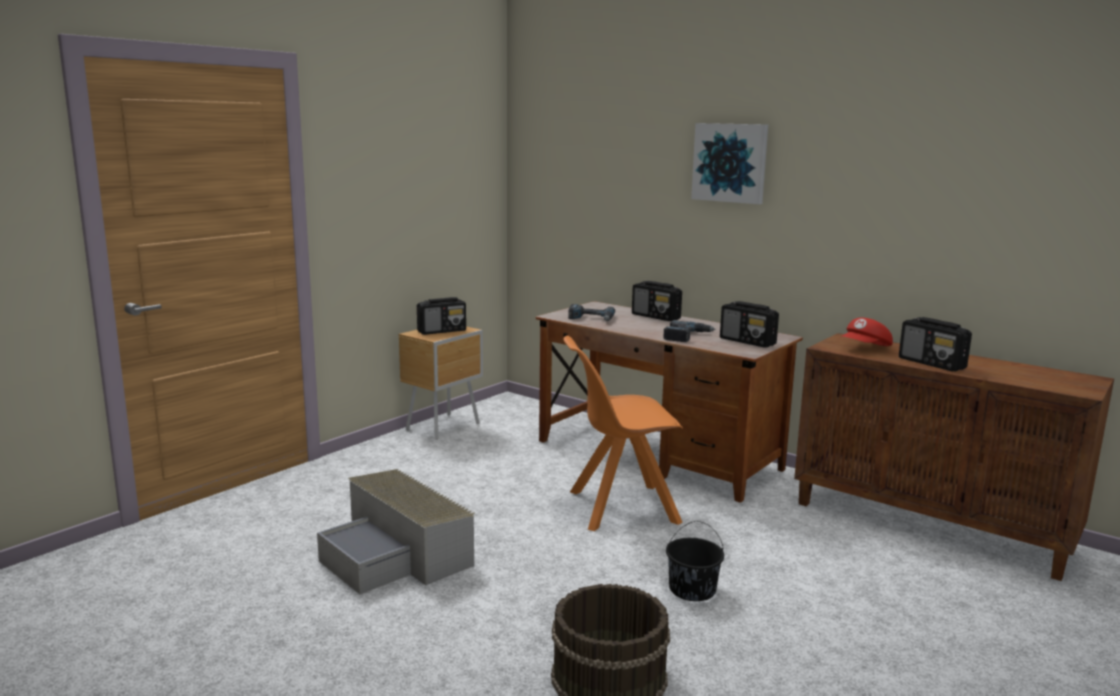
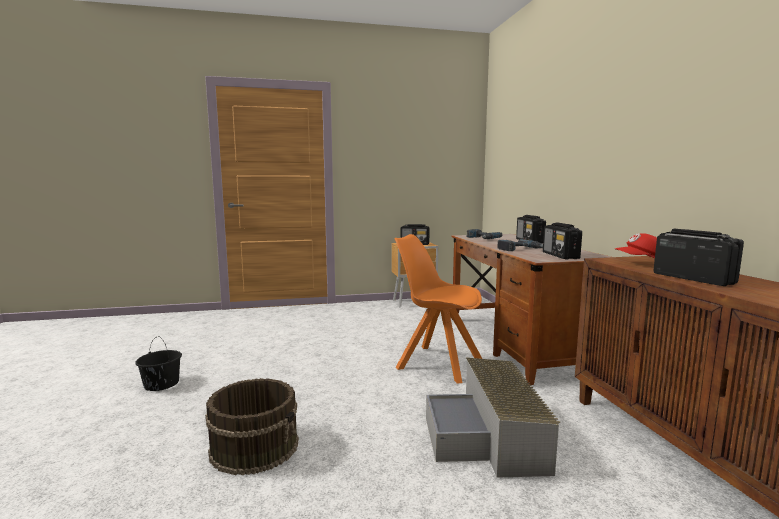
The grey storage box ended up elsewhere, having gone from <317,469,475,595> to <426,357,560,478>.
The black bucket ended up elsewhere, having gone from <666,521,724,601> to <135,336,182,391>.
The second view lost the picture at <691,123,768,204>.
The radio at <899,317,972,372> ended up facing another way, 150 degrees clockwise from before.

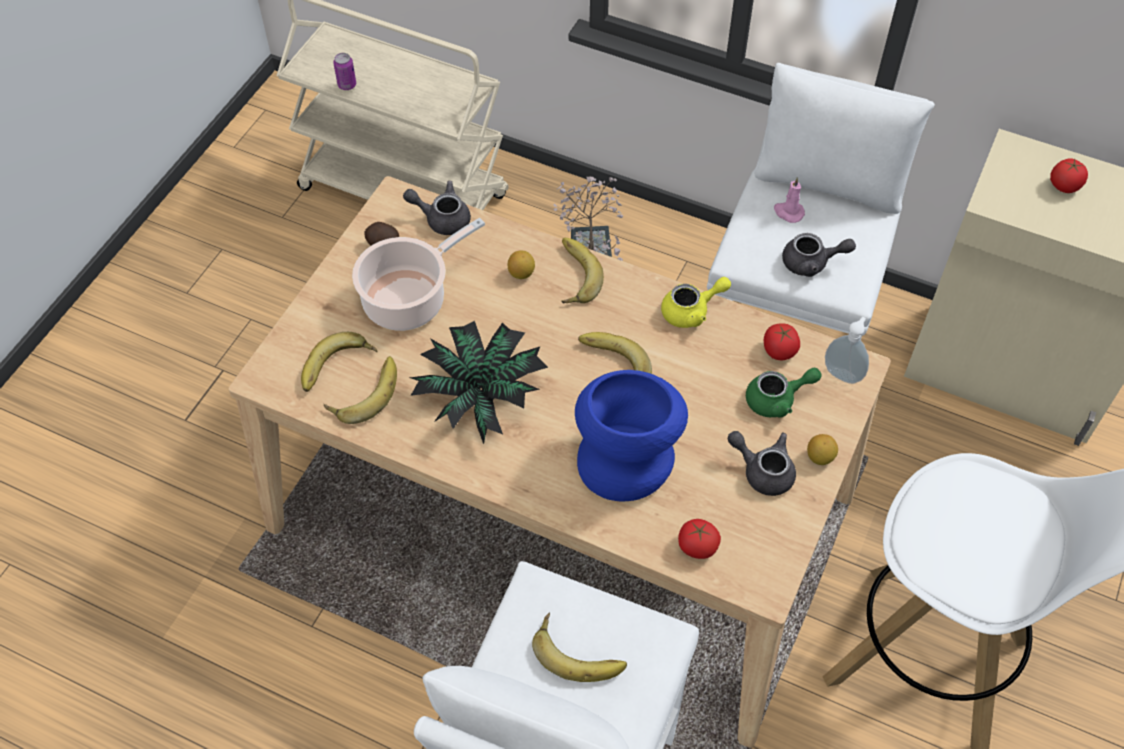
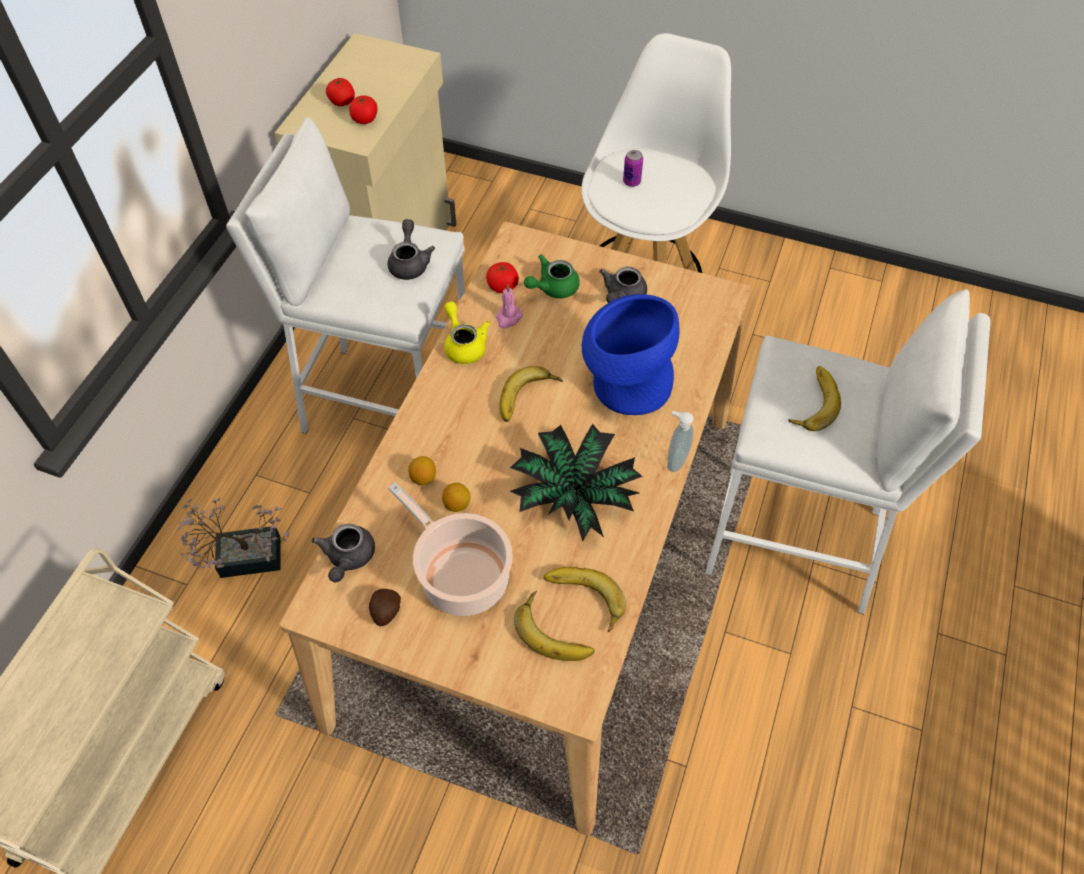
The can ended up elsewhere, having gone from <333,53,356,90> to <623,150,643,187>.
The second view lost the banana at <562,238,604,303>.
The tomato ended up elsewhere, having gone from <678,519,721,559> to <349,95,378,124>.
The green teapot at <746,368,822,418> ended up facing another way, 105 degrees counterclockwise from before.
The pink candle ended up elsewhere, having gone from <774,177,805,223> to <496,284,523,329>.
The lemon ended up elsewhere, having gone from <807,434,838,465> to <442,483,470,512>.
The soap dispenser ended up elsewhere, having gone from <825,317,869,384> to <667,410,694,472>.

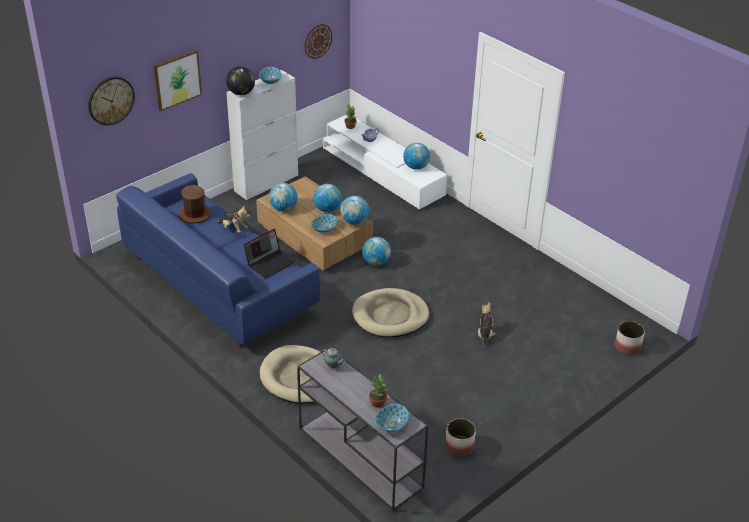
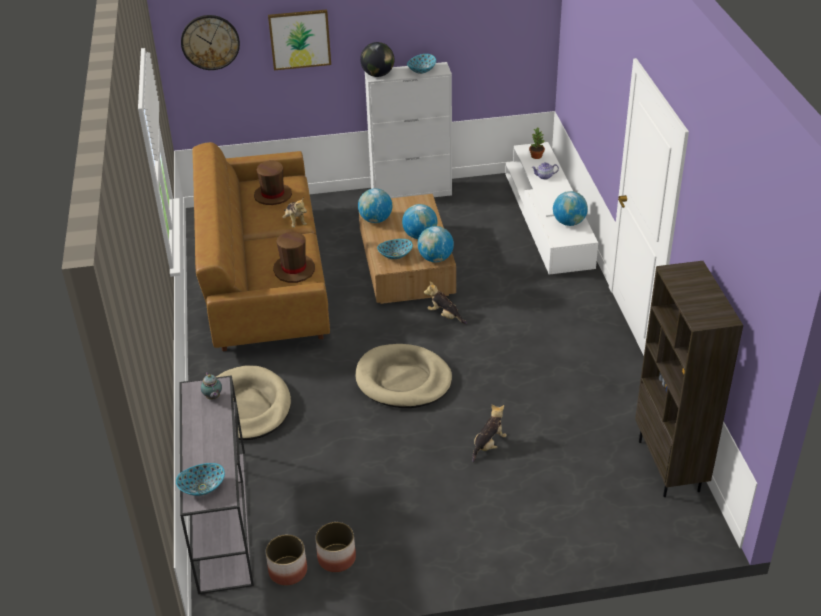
What was the blue sofa at <116,173,320,347> turned into the brown sofa at <193,142,330,351>.
Where the laptop stood at <244,229,295,279>, the brown hat came to stand at <273,232,315,283>.
The second view lost the wall clock at <305,24,332,59>.
Where the globe stood at <362,237,391,266>, the plush toy came to stand at <424,281,467,324>.
The second view lost the potted plant at <369,374,388,408>.
The planter ended up elsewhere, having gone from <615,321,645,355> to <266,534,307,585>.
The second view gained the brown bookcase at <635,261,743,497>.

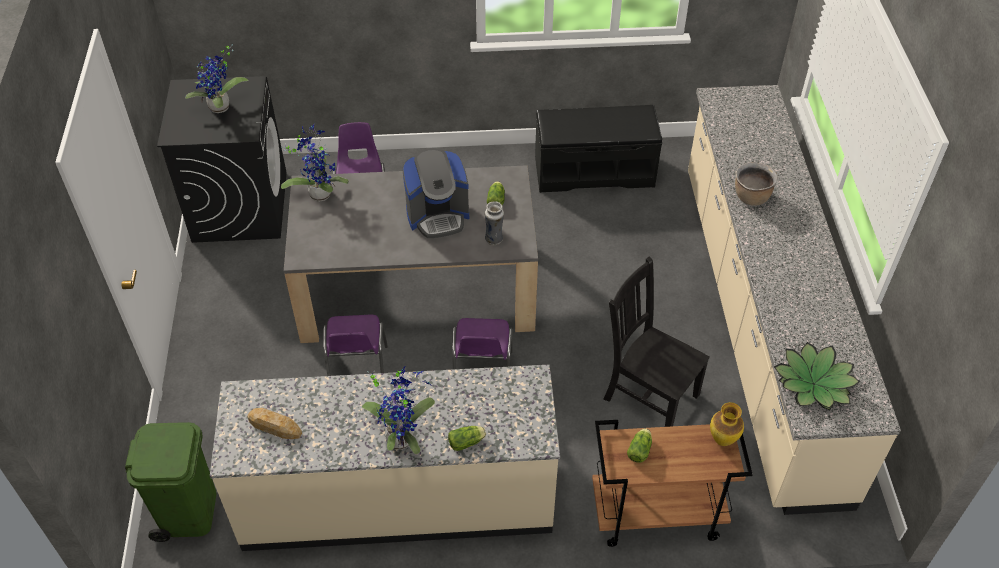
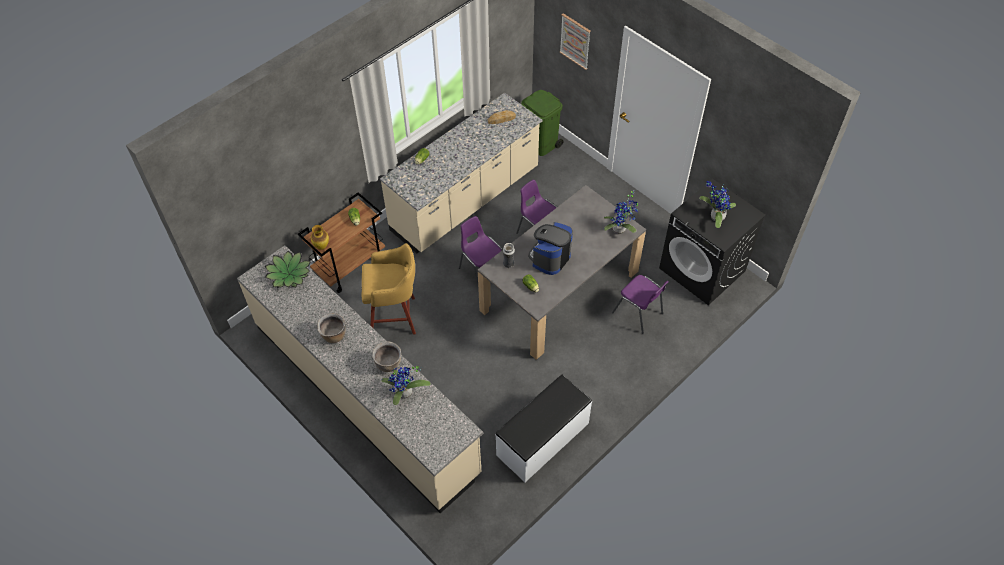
The potted plant ended up elsewhere, having gone from <362,367,435,454> to <381,366,431,405>.
What was the black bench at <535,105,662,193> turned into the white bench at <495,375,592,482>.
Where the black chair stood at <603,256,710,427>, the yellow stool came to stand at <362,243,416,334>.
The second view gained the brown cooking pot at <317,313,346,343>.
The second view gained the picture at <560,13,591,70>.

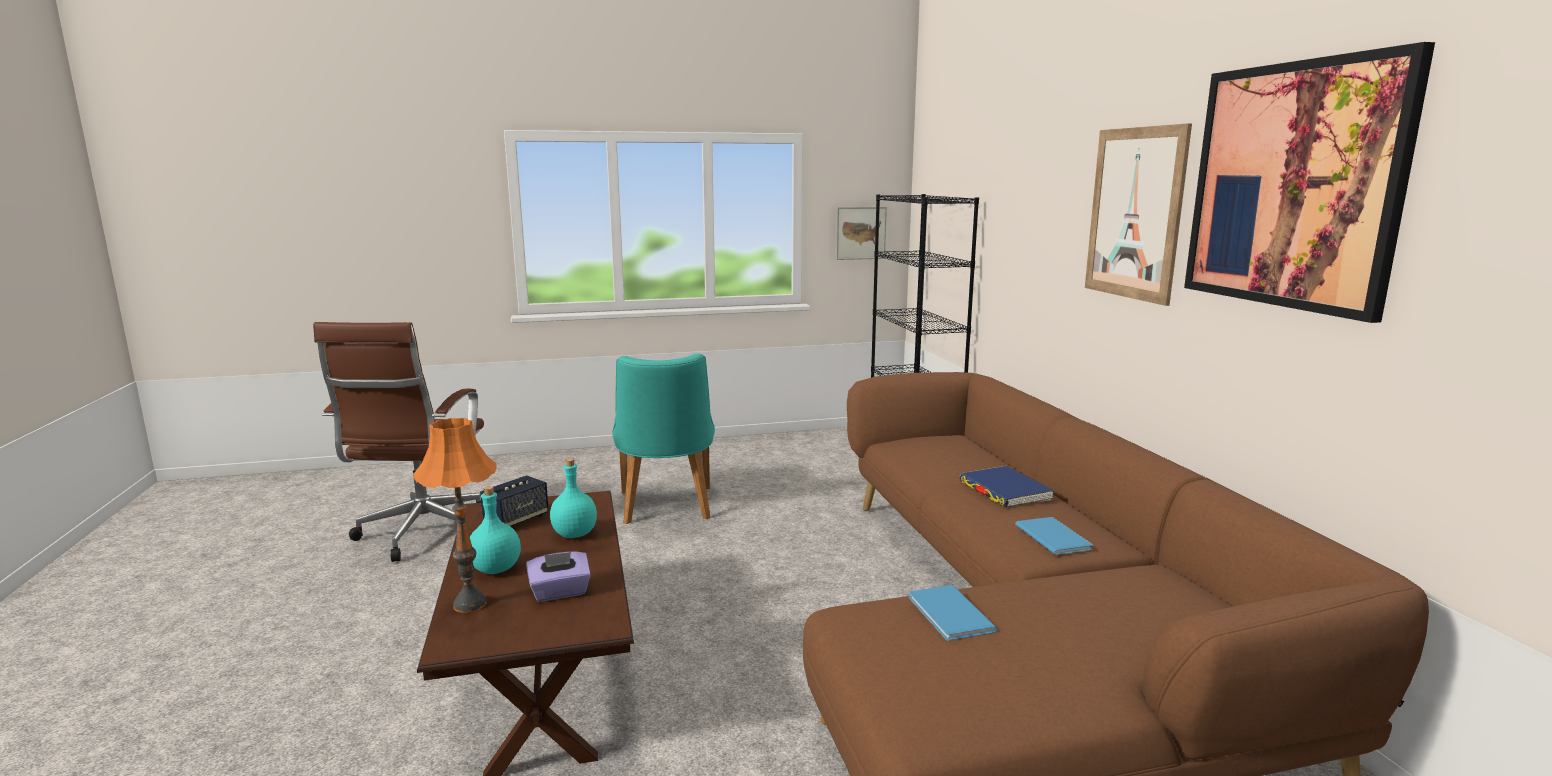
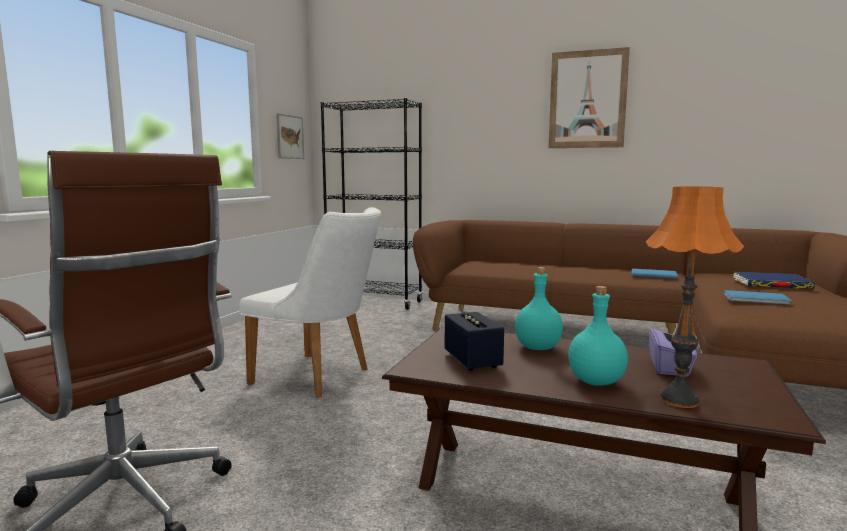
What was the turquoise chair at <612,353,715,524> turned into the white chair at <239,207,381,398>.
The blue book ended up elsewhere, having gone from <960,466,1054,507> to <733,272,815,289>.
The second view lost the picture at <1184,42,1435,323>.

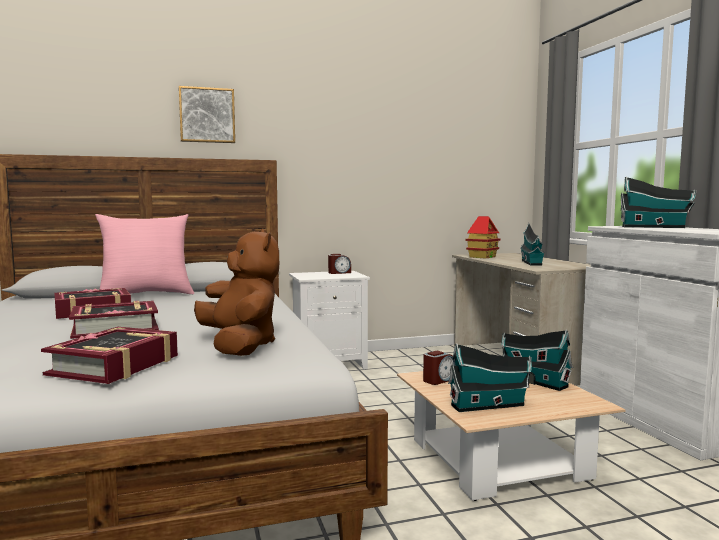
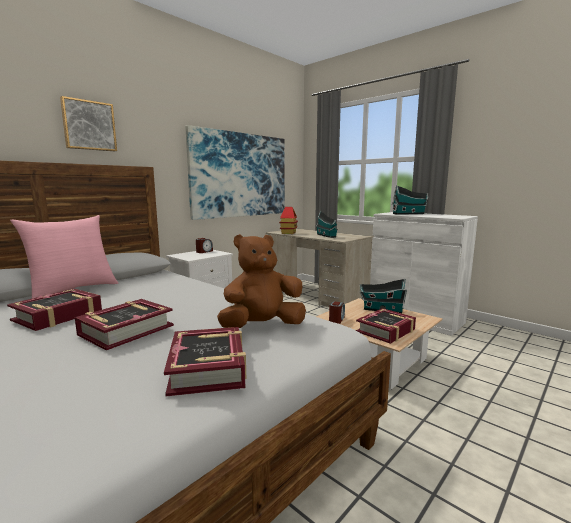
The brown plush toy at <194,229,279,356> ended up facing another way, 60 degrees counterclockwise from before.
Where the toy house stood at <448,343,532,412>, the book came to stand at <356,308,416,344>.
The second view gained the picture at <185,125,285,220>.

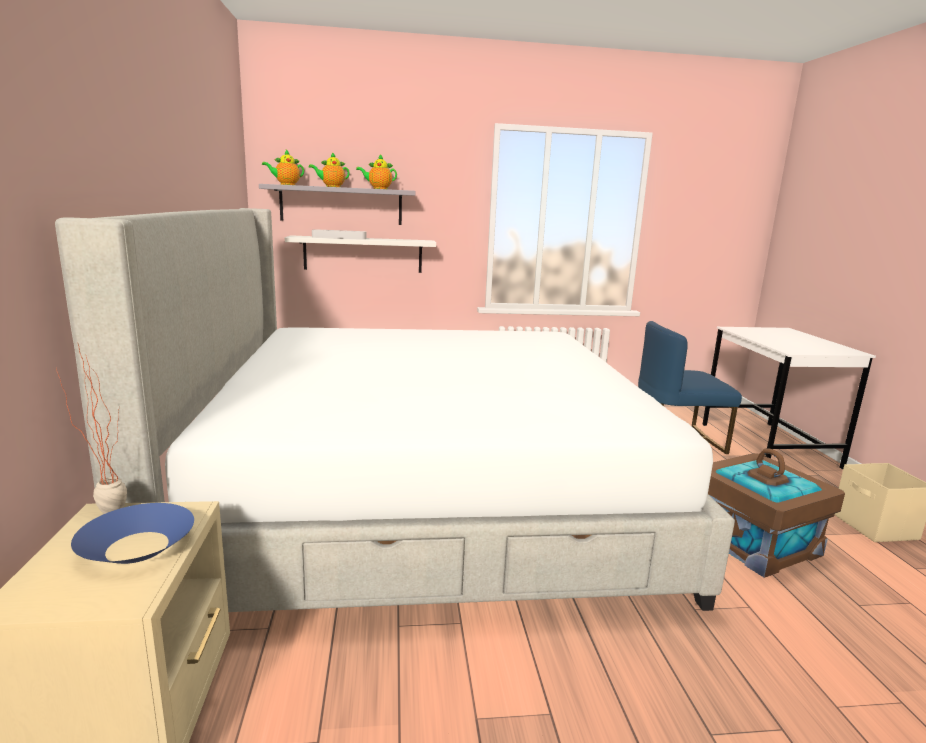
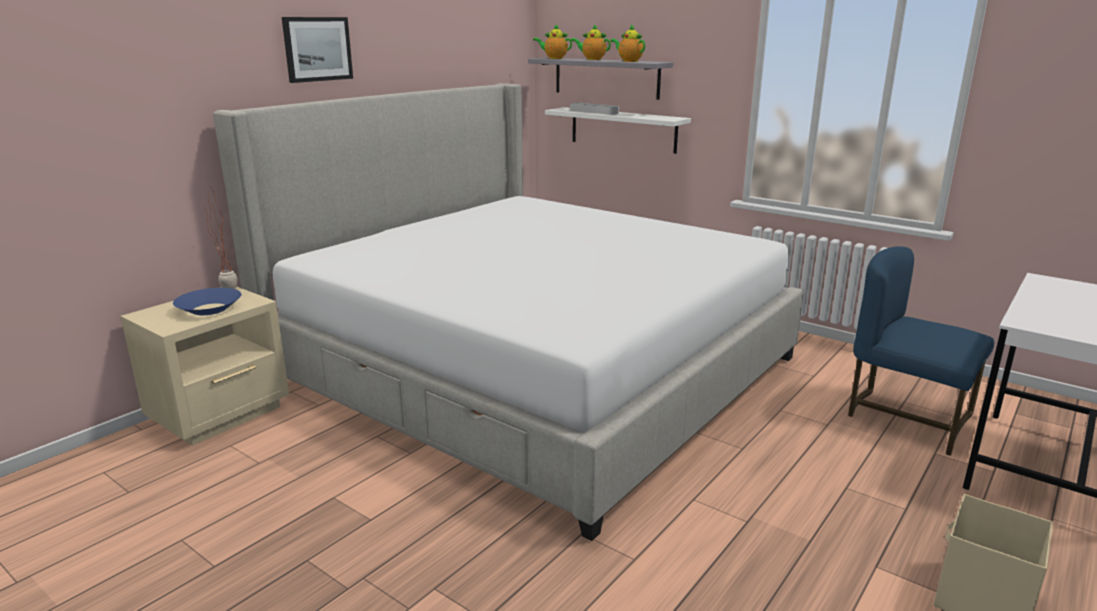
The second view lost the brown storage box at <708,448,845,578>.
The second view gained the picture at <282,17,353,83>.

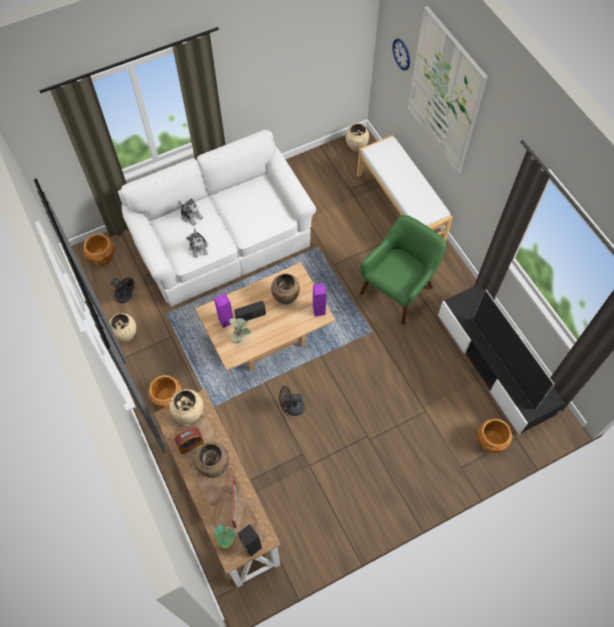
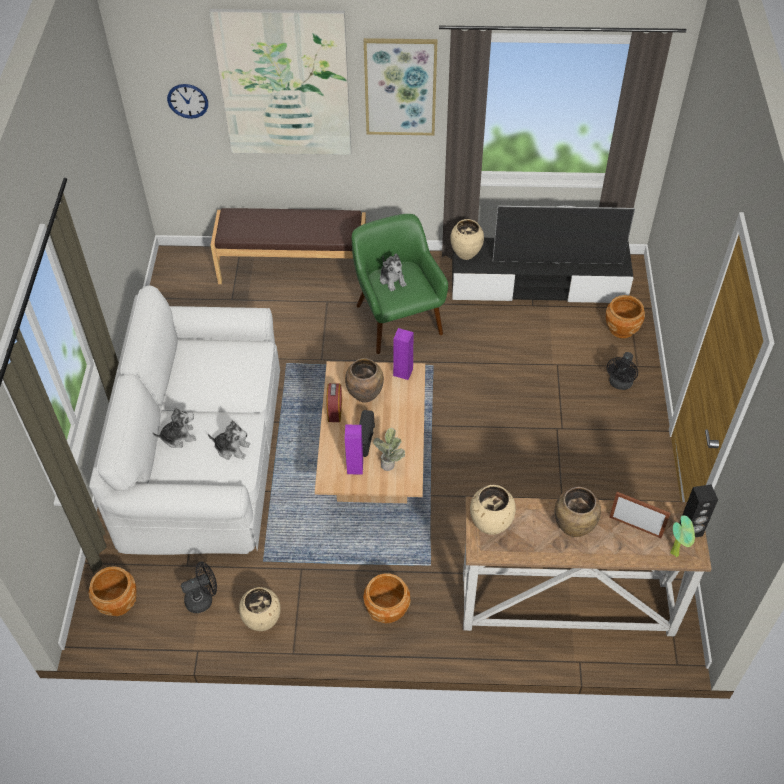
The alarm clock ended up elsewhere, having gone from <175,427,204,454> to <327,383,342,422>.
The black fan ended up elsewhere, having gone from <279,386,305,416> to <607,352,638,390>.
The beige vase ended up elsewhere, having gone from <346,123,369,152> to <450,219,484,260>.
What was the white bench at <357,135,453,242> turned into the brown bench at <211,208,366,284>.
The second view gained the picture at <364,38,437,135>.
The second view gained the plush toy at <380,254,407,291>.

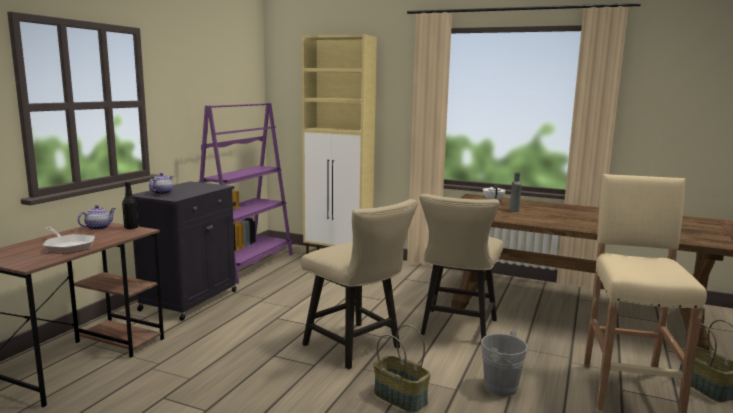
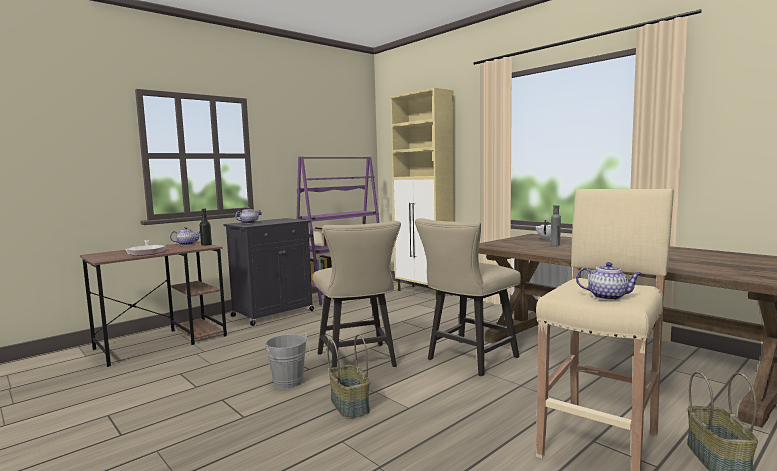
The grey bucket ended up elsewhere, having gone from <481,331,535,397> to <264,332,310,389>.
The second view gained the teapot at <576,262,642,300>.

